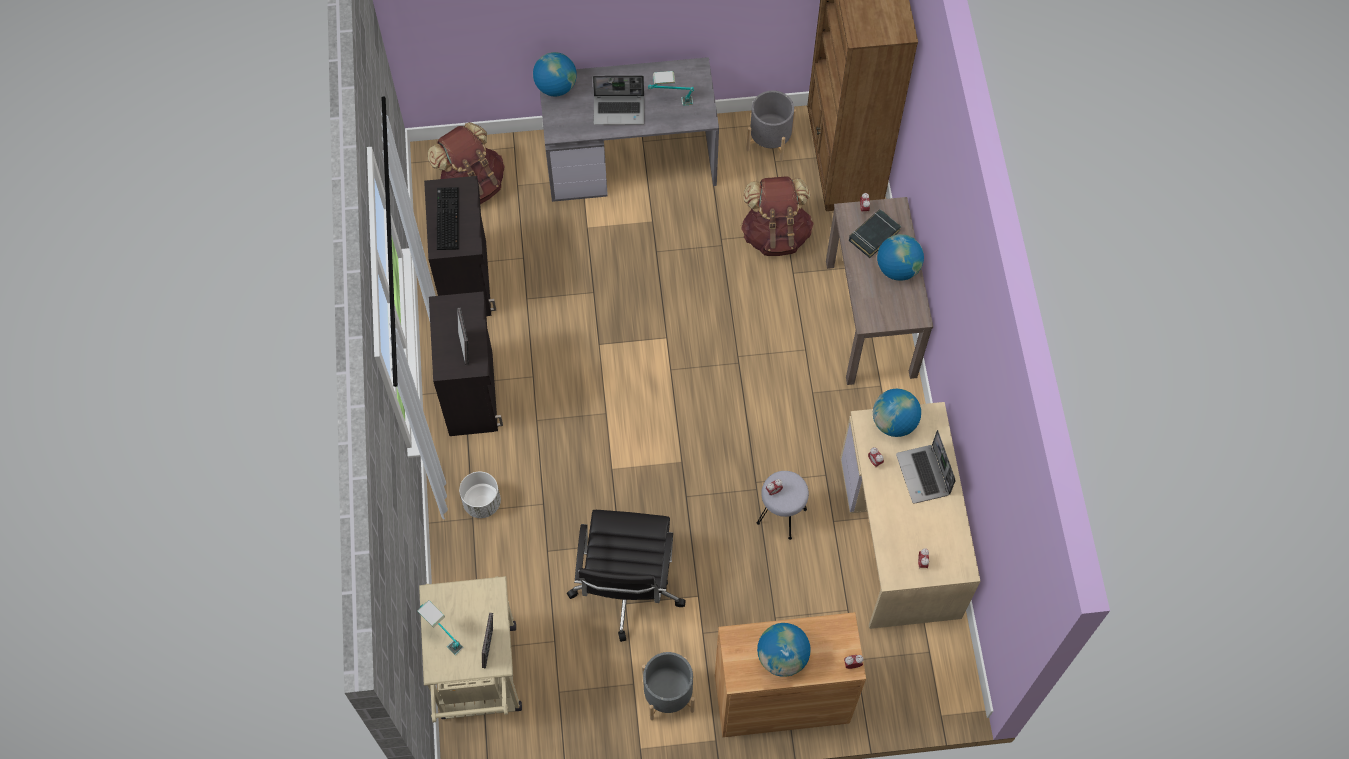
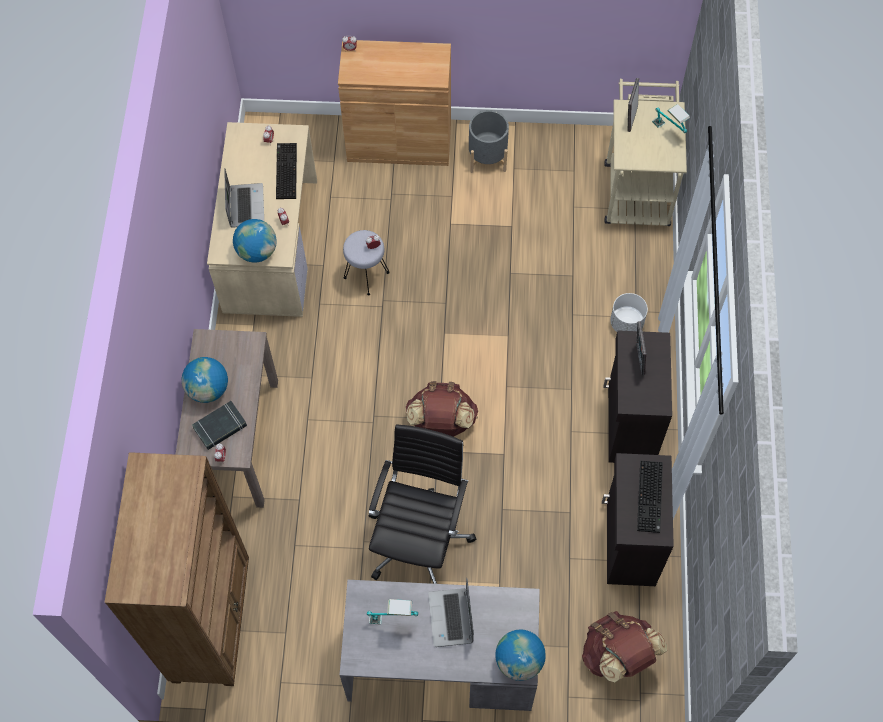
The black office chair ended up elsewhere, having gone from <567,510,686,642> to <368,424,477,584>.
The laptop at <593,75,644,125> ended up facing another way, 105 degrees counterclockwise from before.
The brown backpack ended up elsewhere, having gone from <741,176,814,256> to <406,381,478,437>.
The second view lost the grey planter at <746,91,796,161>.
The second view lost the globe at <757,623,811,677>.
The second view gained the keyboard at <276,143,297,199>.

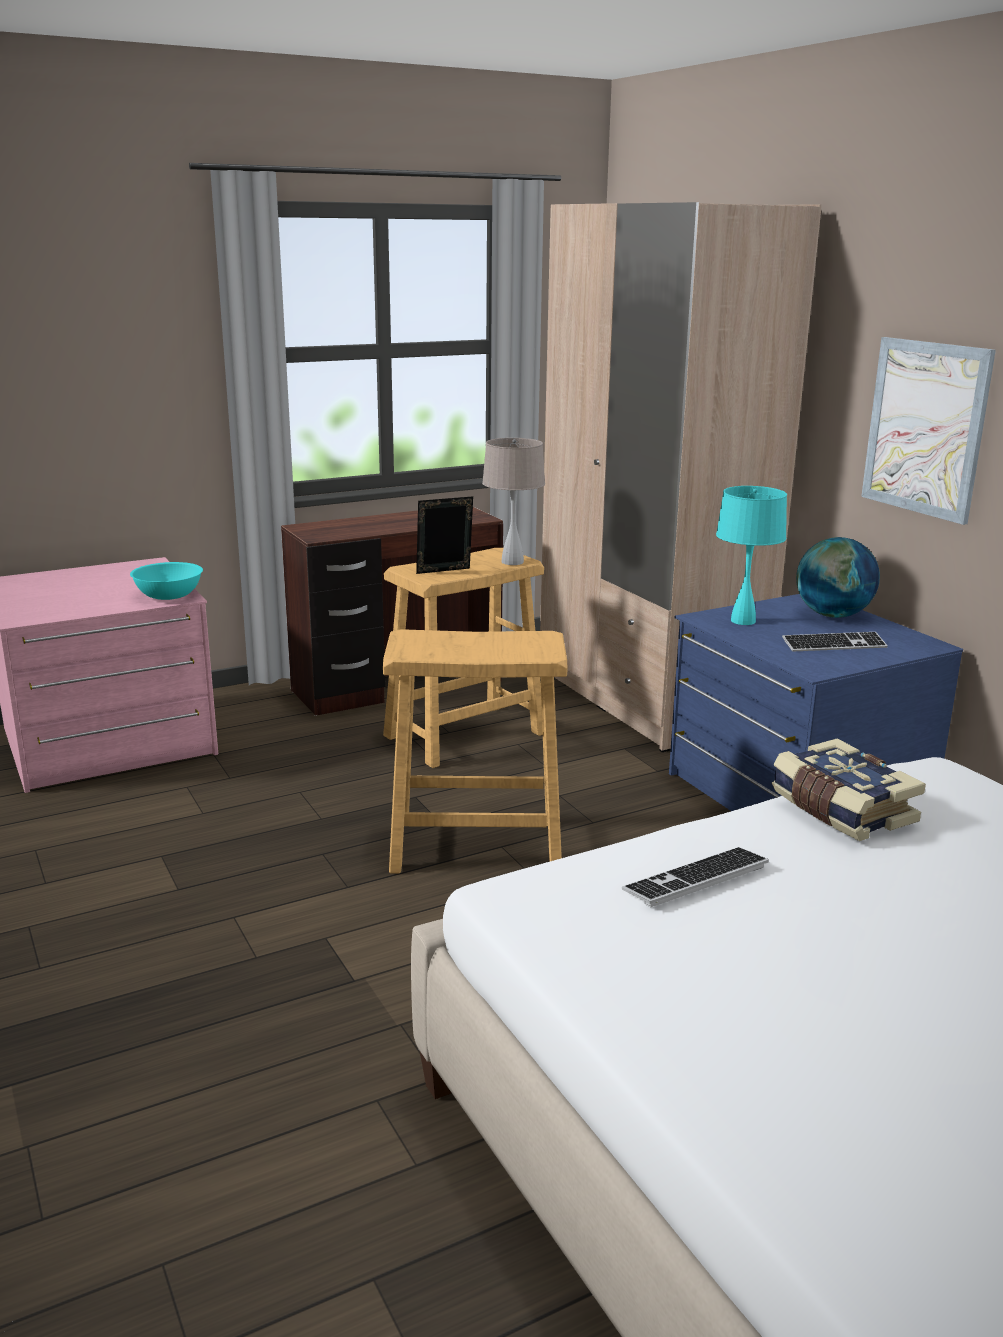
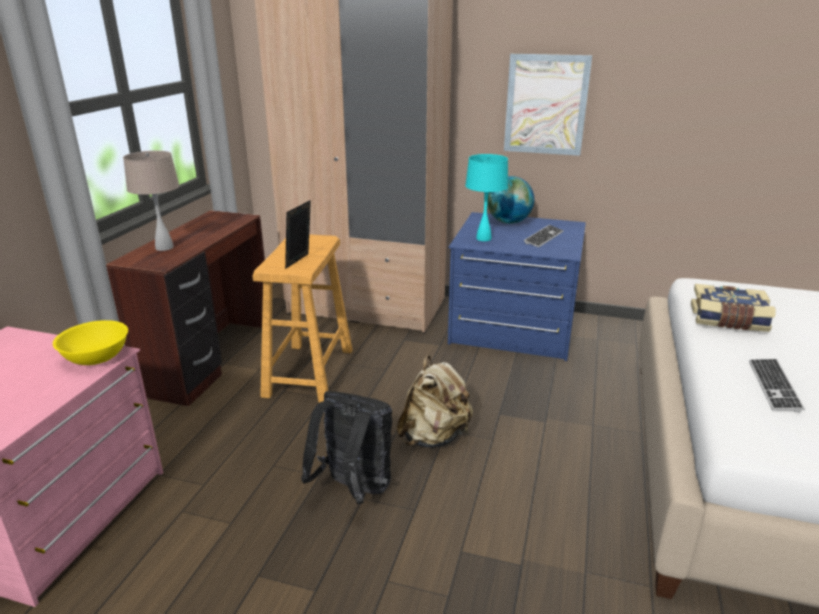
What was the turquoise bowl at <130,562,203,600> turned into the yellow bowl at <53,320,128,365>.
Where the beige stool stood at <383,629,567,873>, the beige backpack came to stand at <397,355,473,448>.
The beige table lamp ended up elsewhere, having gone from <482,438,545,565> to <123,151,179,251>.
The second view gained the black backpack at <301,391,392,504>.

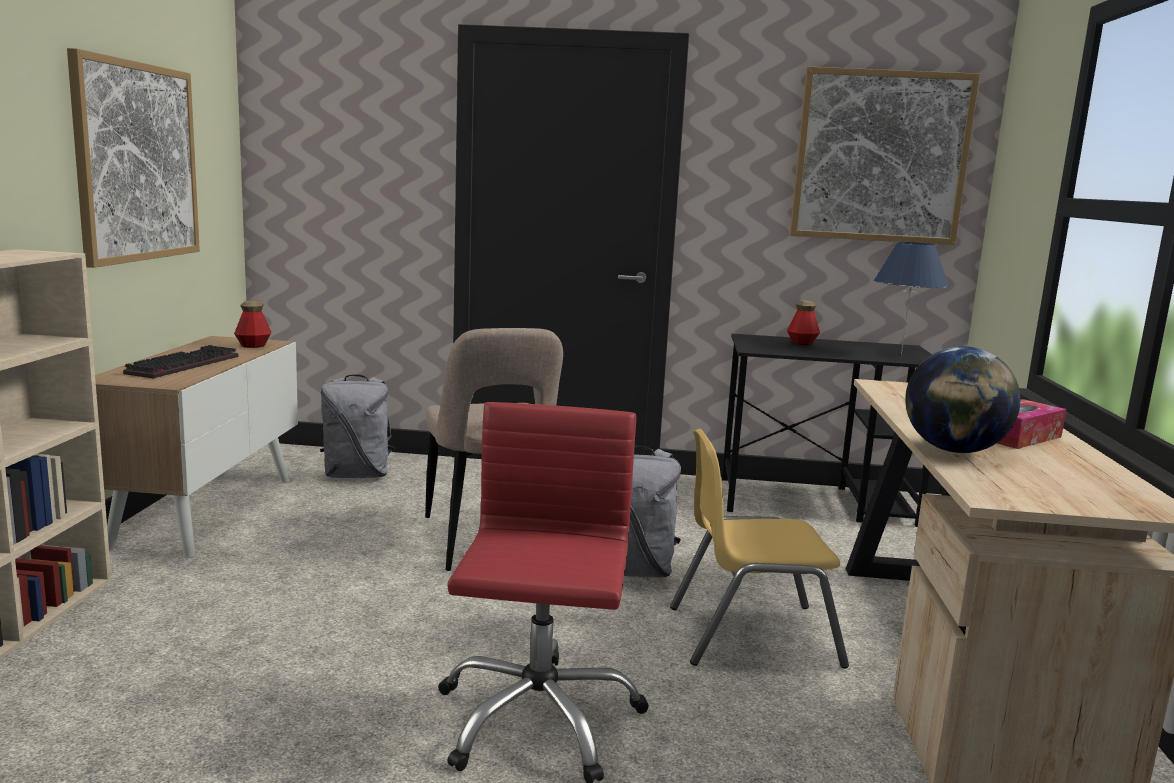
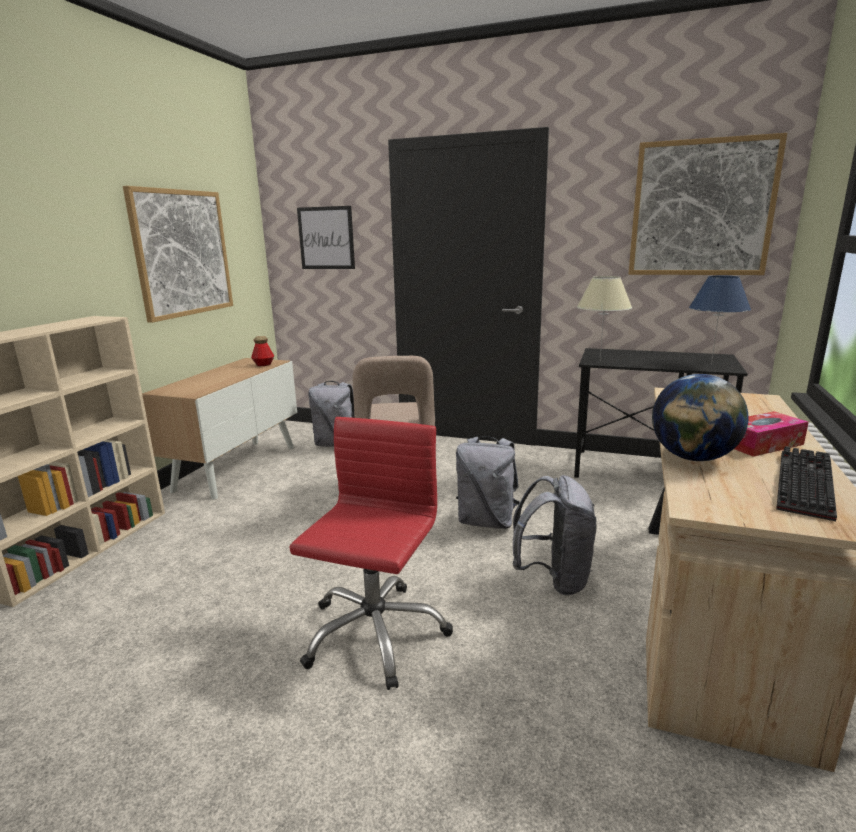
The keyboard ended up elsewhere, having gone from <123,345,238,378> to <776,446,837,521>.
Where the yellow chair stood at <670,429,849,669>, the grey backpack came to stand at <513,475,596,595>.
The second view lost the bottle at <787,300,820,345>.
The second view gained the picture at <297,206,355,269>.
The second view gained the beige table lamp at <577,276,632,359>.

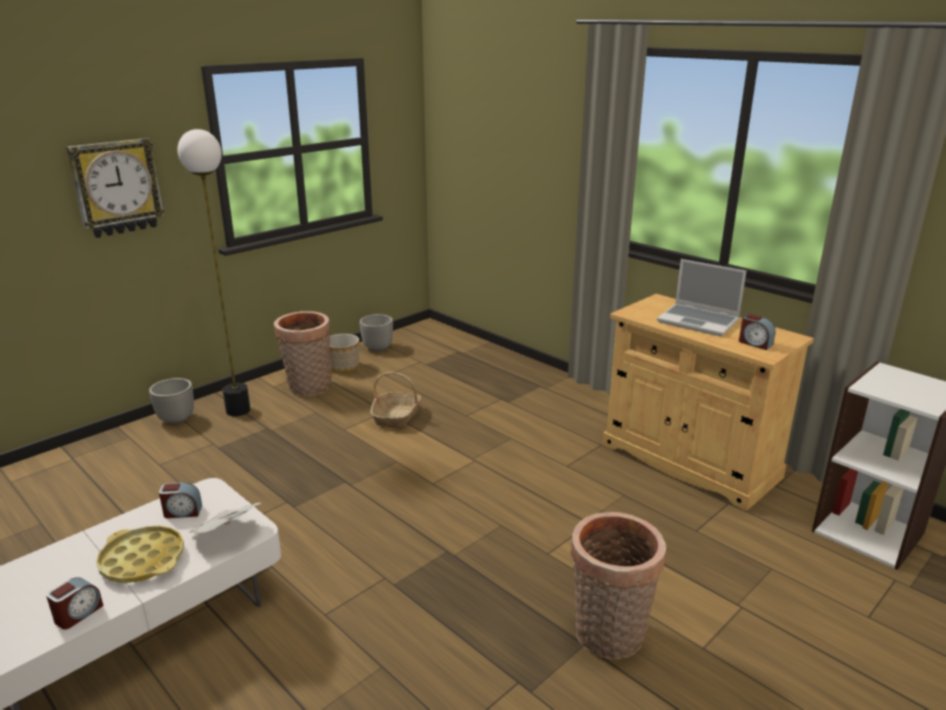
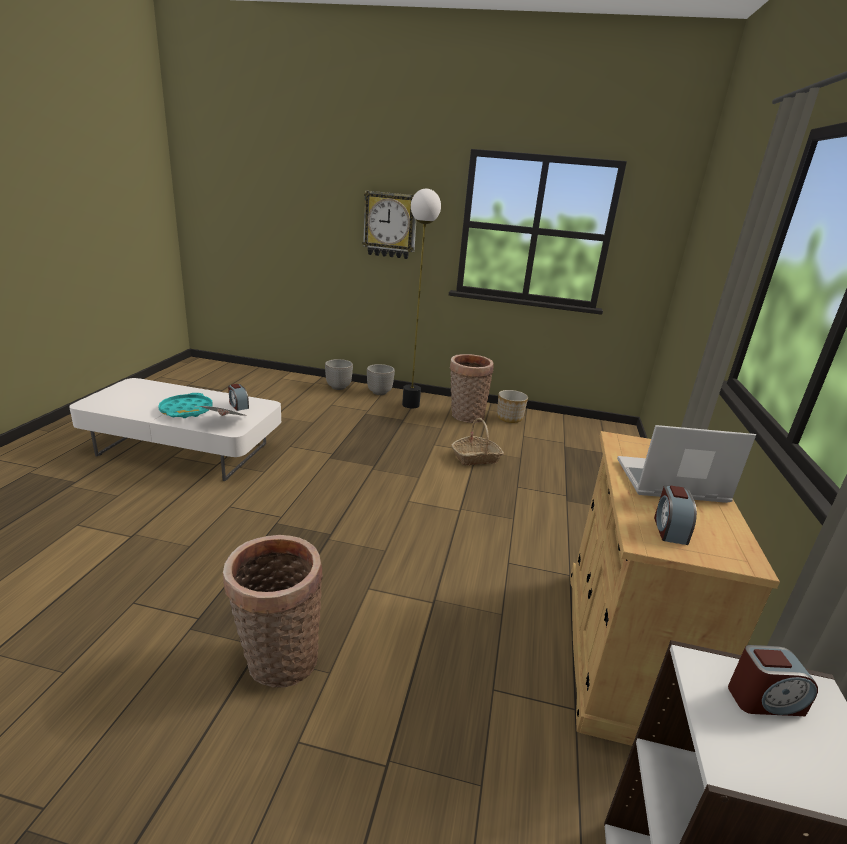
The alarm clock ended up elsewhere, having gone from <46,577,103,630> to <728,645,818,716>.
What was the yellow tray at <96,526,184,583> turned into the turquoise tray at <158,393,213,418>.
The planter ended up elsewhere, having gone from <360,314,393,352> to <325,359,353,390>.
The laptop at <657,259,746,336> ended up facing another way, 90 degrees clockwise from before.

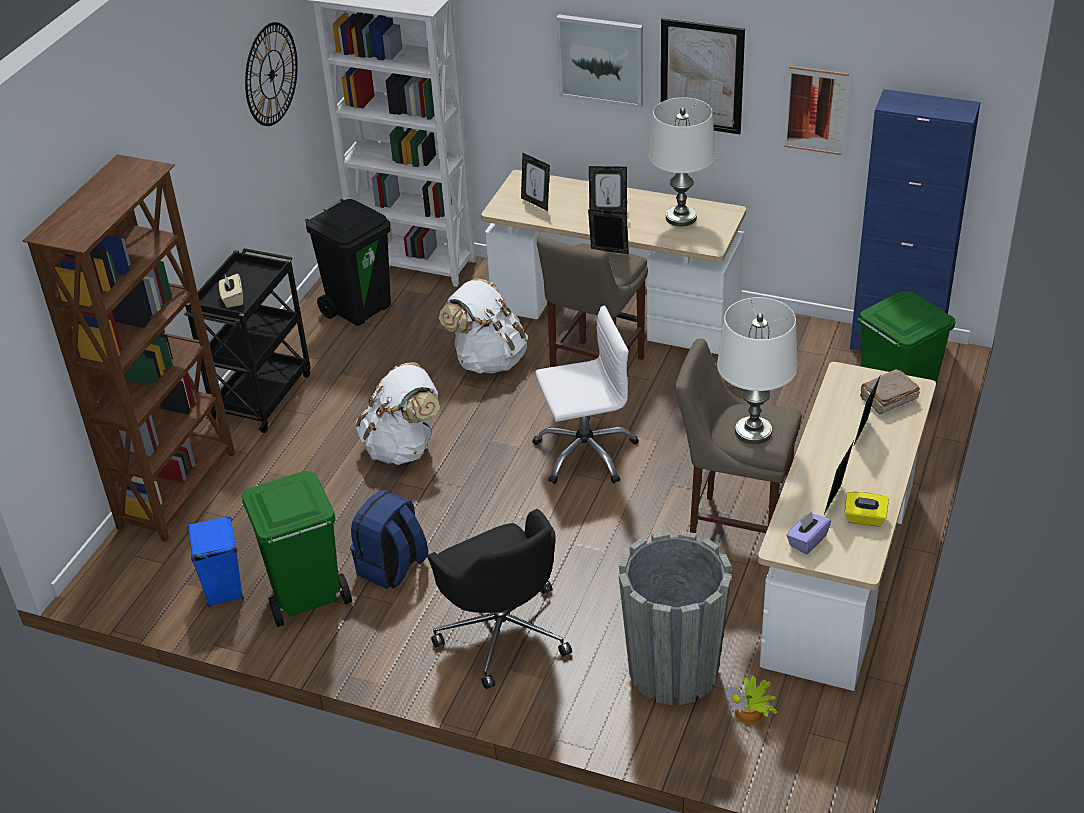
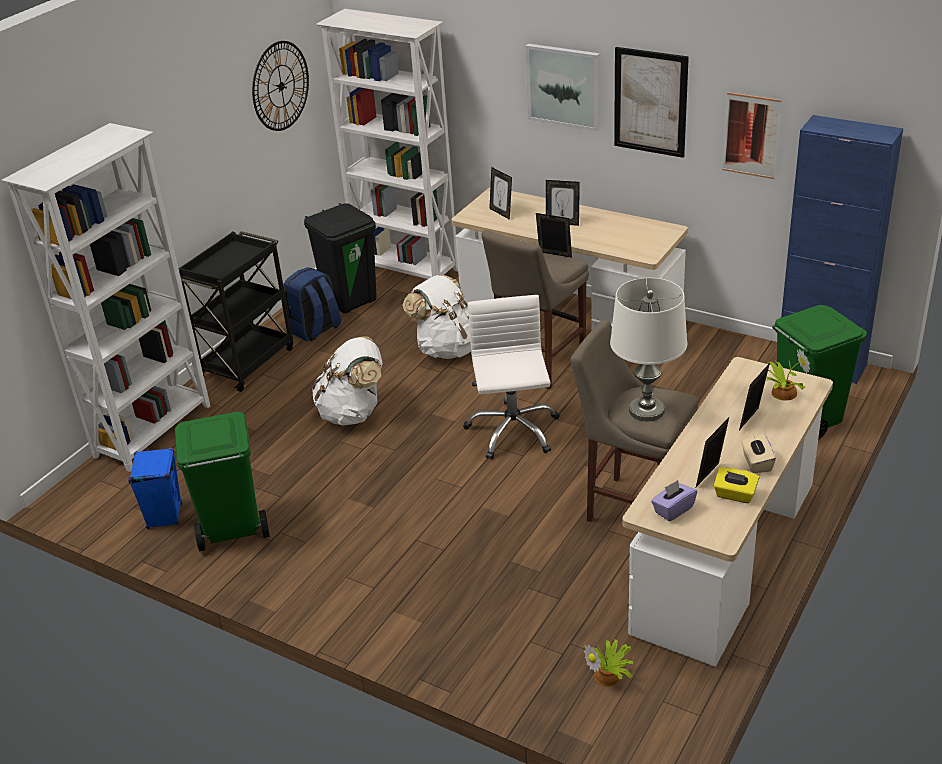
What was the brown bookcase at <22,154,235,542> turned into the white bookcase at <2,123,210,472>.
The beige tissue box ended up elsewhere, having gone from <219,274,243,308> to <741,434,776,473>.
The blue backpack ended up elsewhere, having gone from <350,490,428,589> to <283,267,341,341>.
The second view lost the black office chair at <427,509,572,689>.
The white office chair at <532,306,639,484> ended up facing another way, 90 degrees counterclockwise from before.
The second view lost the grey planter at <619,530,732,705>.
The second view lost the white table lamp at <649,97,716,226>.
Where the brown book stood at <860,369,920,415>, the potted plant came to stand at <766,349,810,401>.

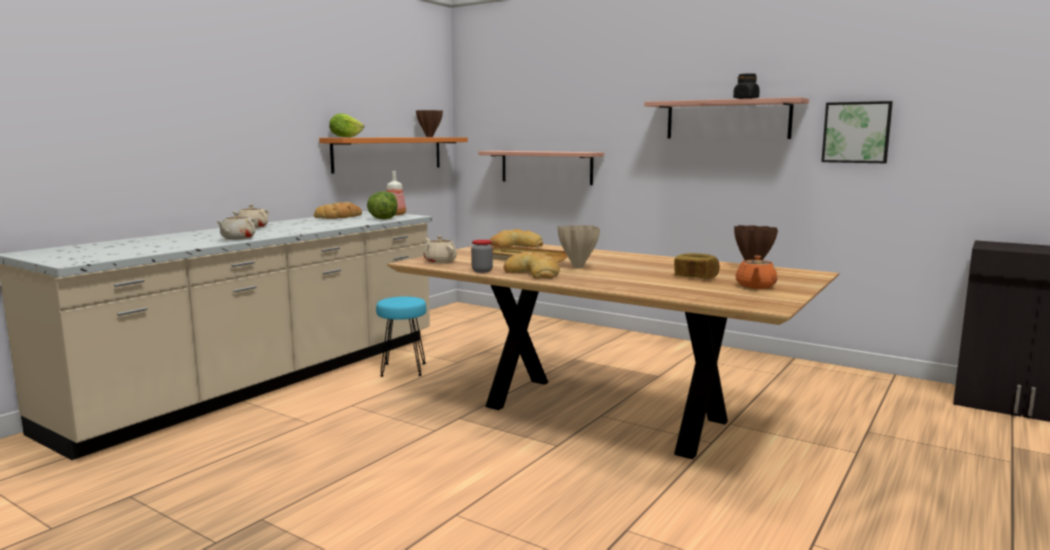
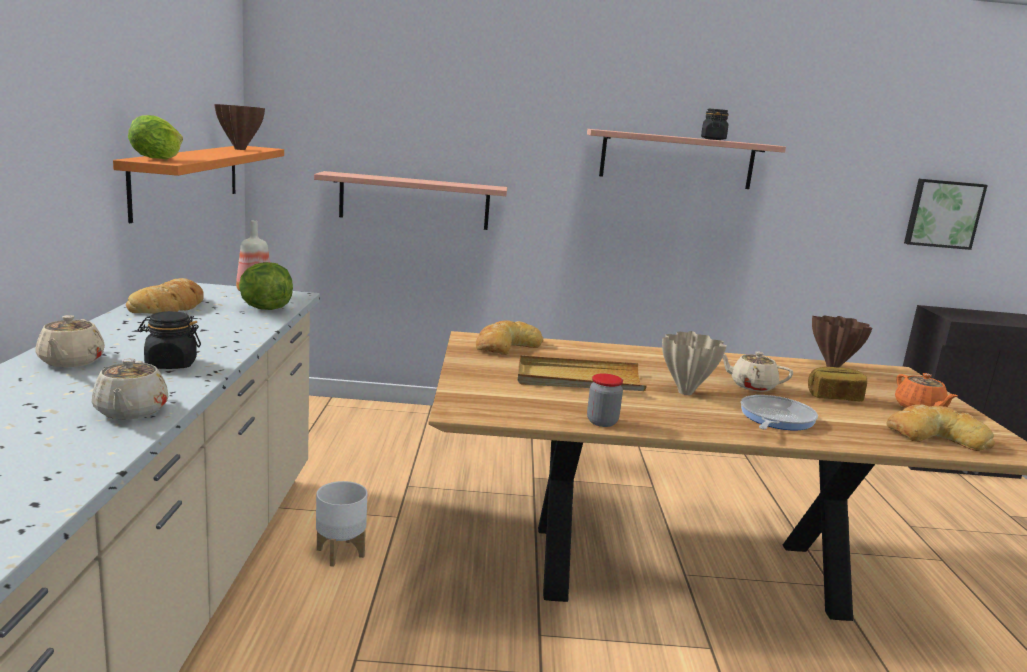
Where the turquoise stool stood at <376,296,427,377>, the white planter came to stand at <316,481,367,567>.
The beige teapot ended up elsewhere, having gone from <423,236,457,263> to <722,351,793,392>.
The bread ended up elsewhere, having gone from <504,252,560,279> to <887,405,995,451>.
The picture ended up elsewhere, having gone from <821,101,893,163> to <904,179,988,250>.
The second view gained the black jar at <138,311,201,369>.
The second view gained the frying pan at <741,395,818,430>.

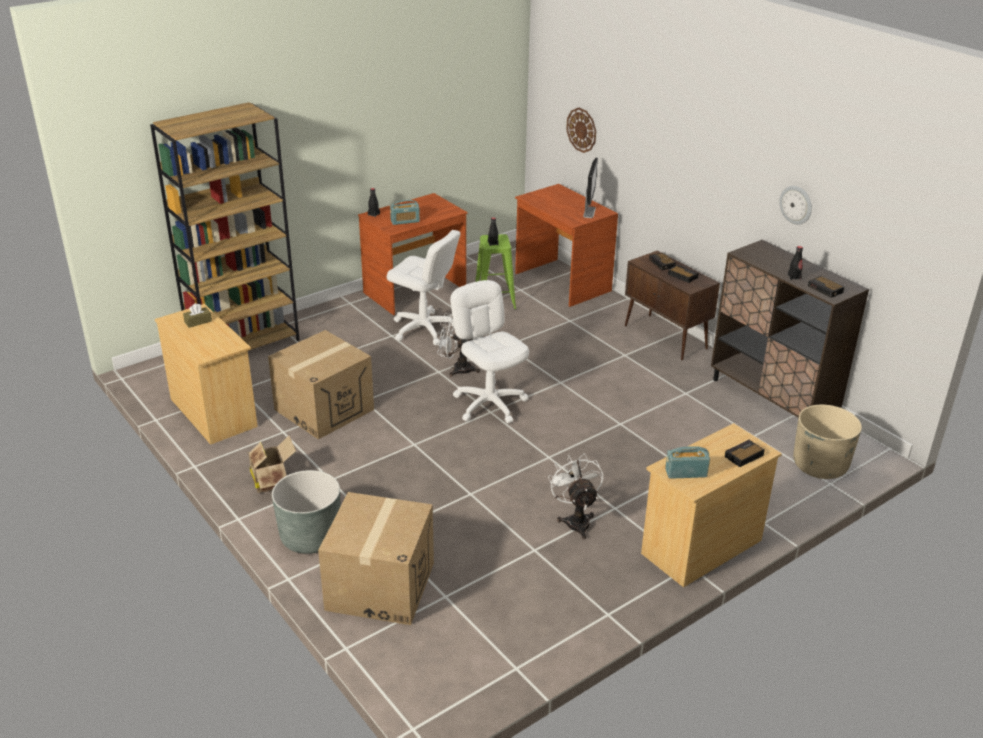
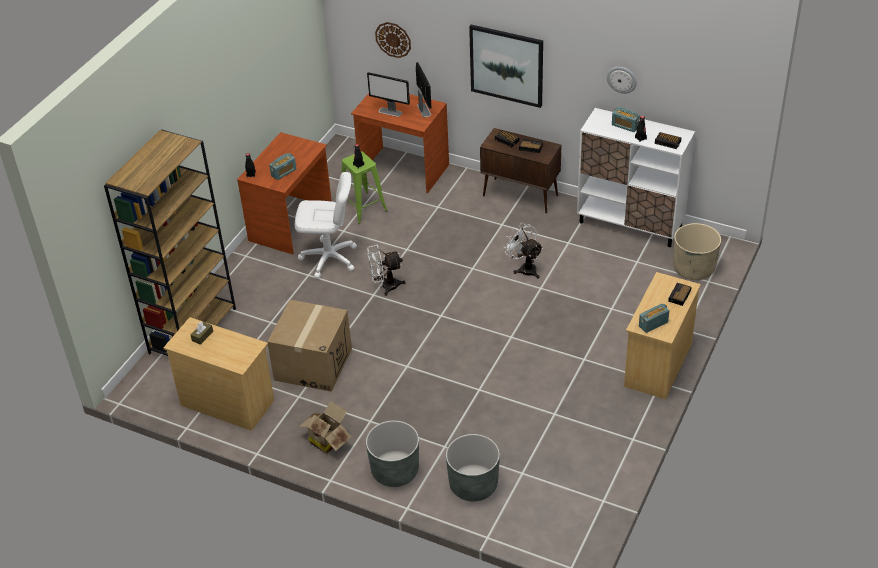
Where the cardboard box stood at <318,492,434,625>, the grey planter came to stand at <446,434,500,501>.
The second view lost the white office chair at <450,280,529,423>.
The white fan ended up elsewhere, having gone from <548,453,603,539> to <503,222,543,279>.
What was the brown cabinet at <711,240,869,418> turned into the white cabinet at <577,108,695,247>.
The second view gained the monitor at <367,72,410,117>.
The second view gained the picture at <469,25,543,108>.
The second view gained the radio at <612,107,640,132>.

